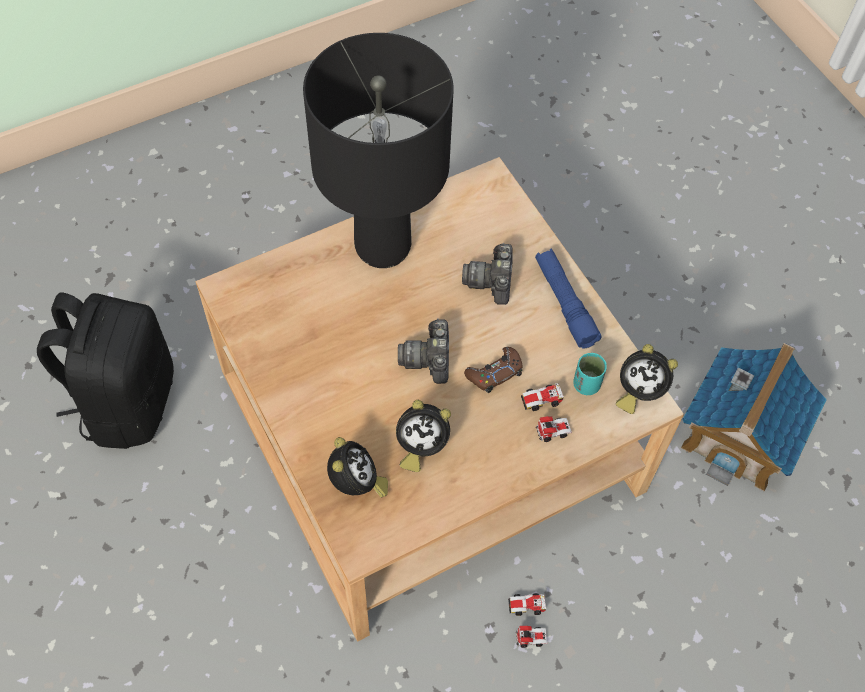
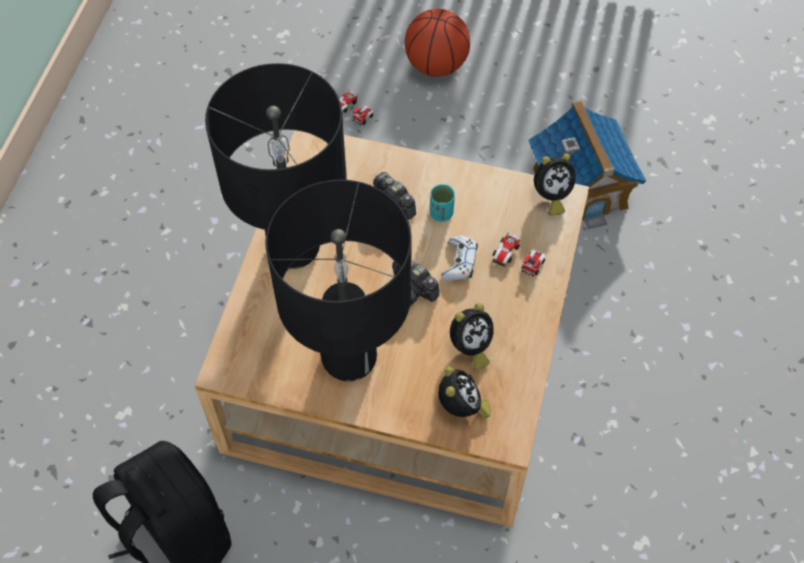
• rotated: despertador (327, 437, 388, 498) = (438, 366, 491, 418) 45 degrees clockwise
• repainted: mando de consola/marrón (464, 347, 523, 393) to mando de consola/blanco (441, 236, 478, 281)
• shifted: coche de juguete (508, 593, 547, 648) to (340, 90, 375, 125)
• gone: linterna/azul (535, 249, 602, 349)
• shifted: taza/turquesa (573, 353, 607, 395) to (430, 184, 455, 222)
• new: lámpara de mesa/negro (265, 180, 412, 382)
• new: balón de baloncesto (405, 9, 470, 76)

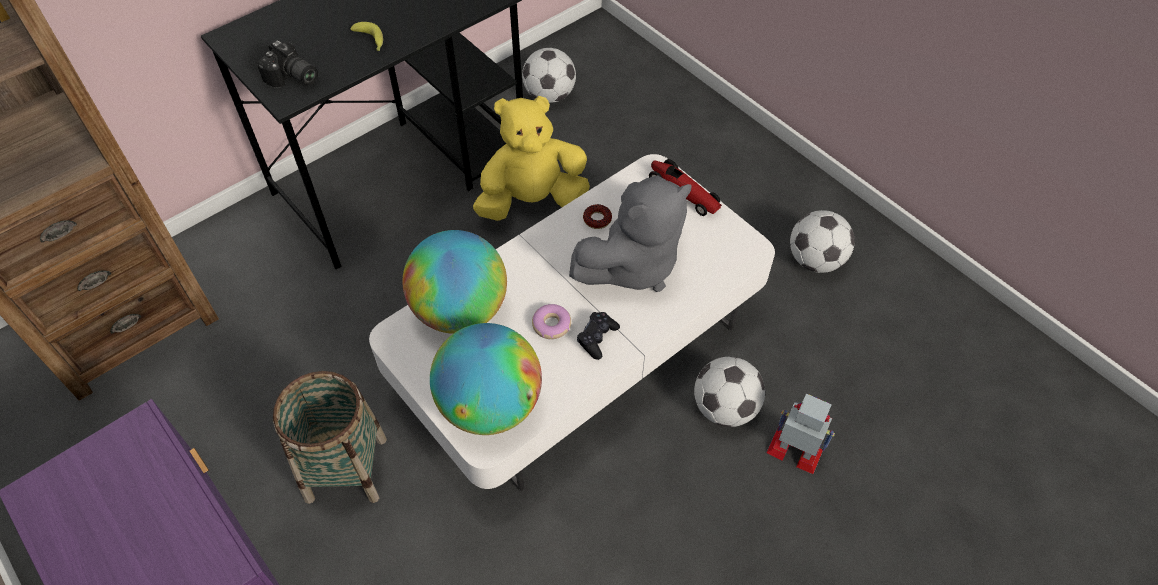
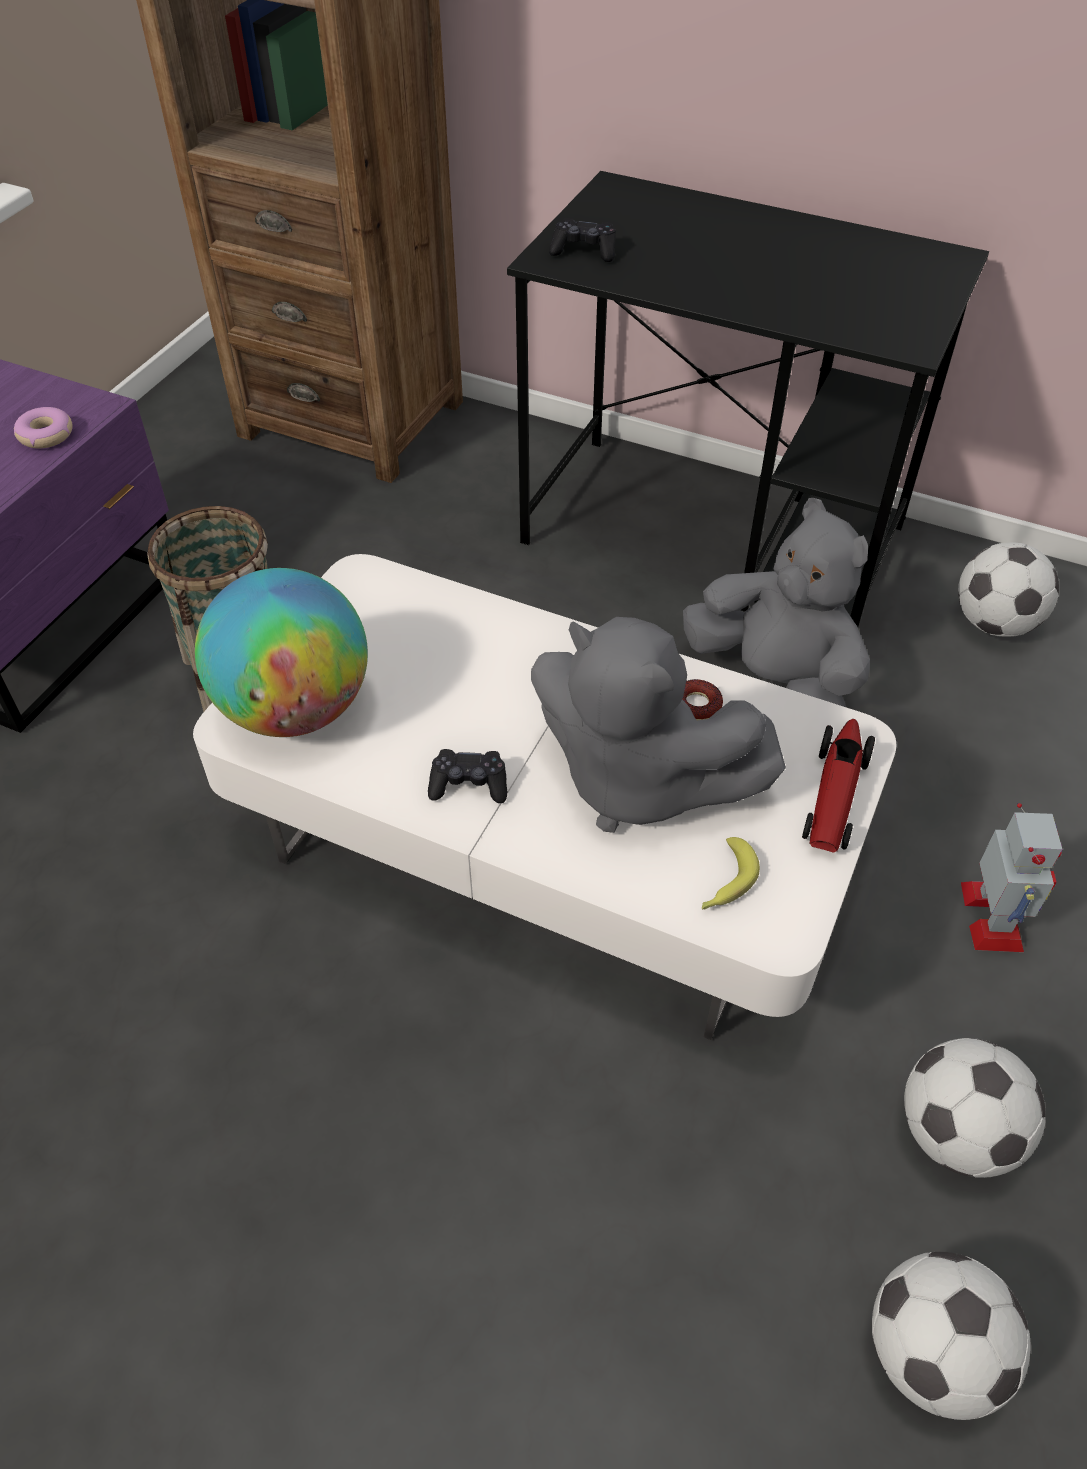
• swapped: cámara (257, 40, 318, 87) to mando de consola/negro (549, 218, 616, 262)
• shifted: plátano (350, 22, 383, 51) to (702, 837, 760, 910)
• gone: globo terráqueo (402, 230, 507, 334)
• repainted: peluche/amarillo (473, 96, 590, 221) to peluche/gris (683, 498, 870, 707)
• shifted: rosquilla (532, 304, 571, 339) to (14, 407, 72, 449)
• shifted: balón de fútbol (694, 357, 765, 427) to (872, 1252, 1030, 1420)
• shifted: robot de juguete (766, 393, 835, 474) to (961, 803, 1062, 952)

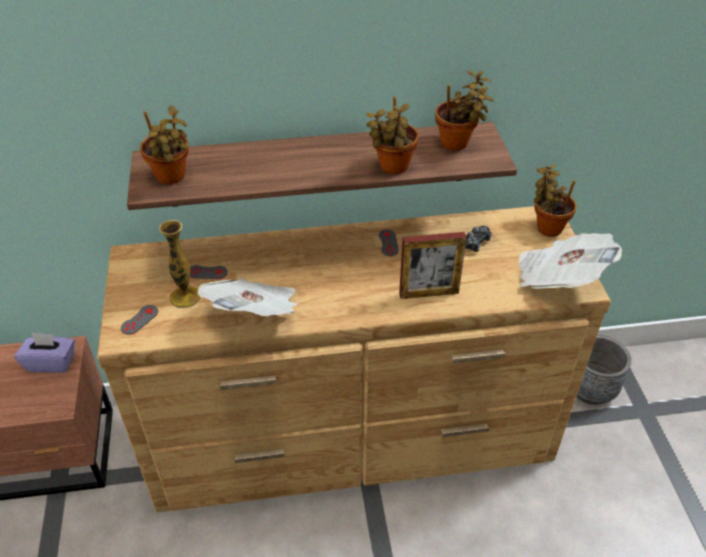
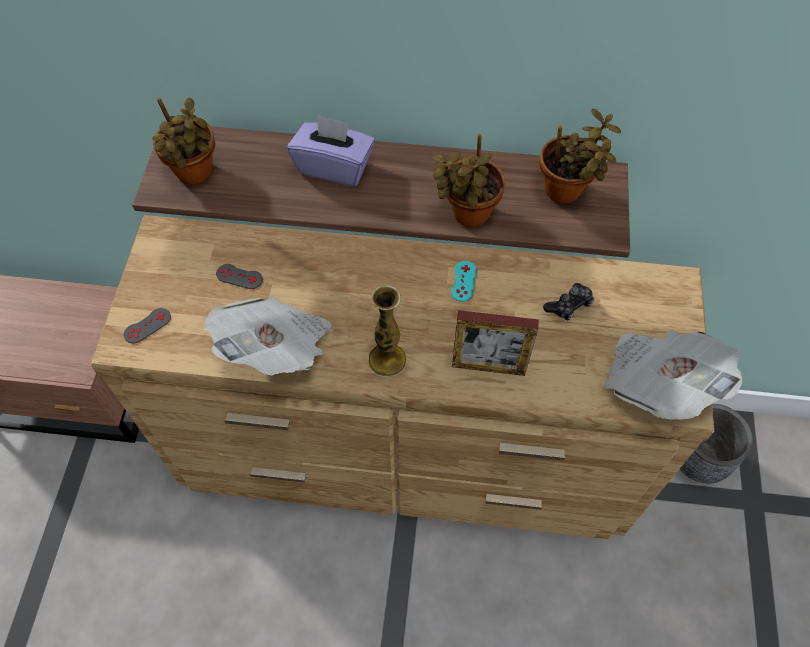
• shifted: caja de pañuelos/morado (14, 333, 75, 373) to (287, 115, 375, 186)
• shifted: florero (159, 220, 201, 309) to (369, 286, 406, 377)
• repainted: mando de consola/gris (379, 229, 399, 256) to mando de consola/turquesa (451, 261, 476, 302)
• gone: planta en maceta (534, 165, 577, 237)

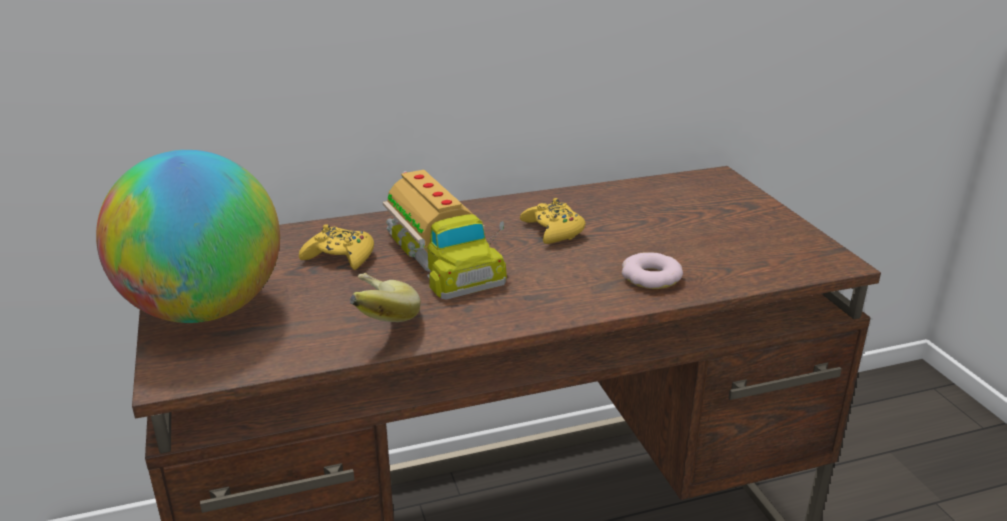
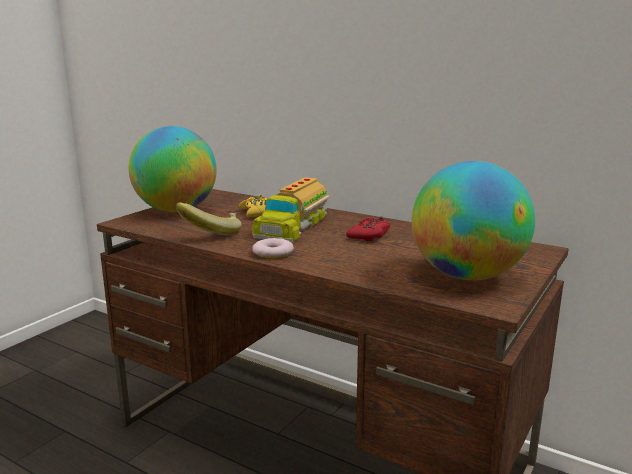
• repainted: mando de consola/amarillo (520, 198, 586, 244) to mando de consola/rojo (346, 216, 390, 241)
• shifted: rosquilla (622, 252, 683, 289) to (252, 238, 294, 258)
• new: globo terráqueo (412, 161, 535, 280)

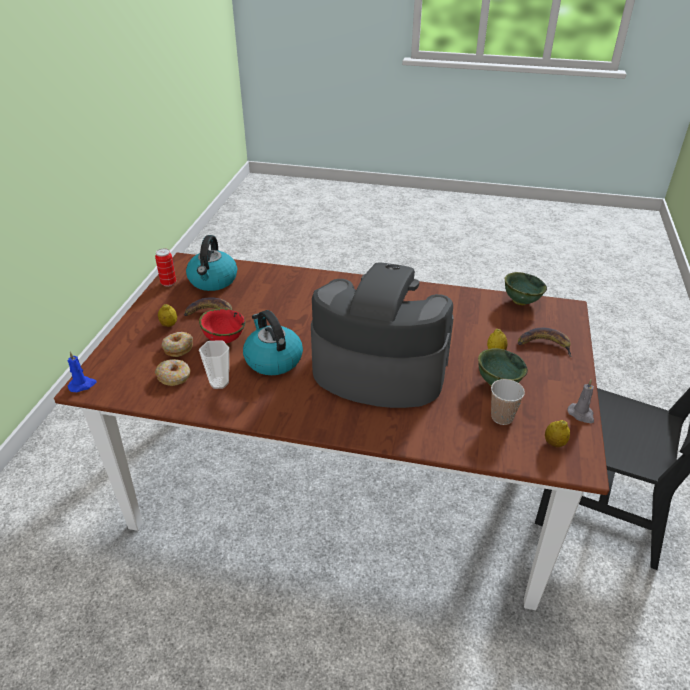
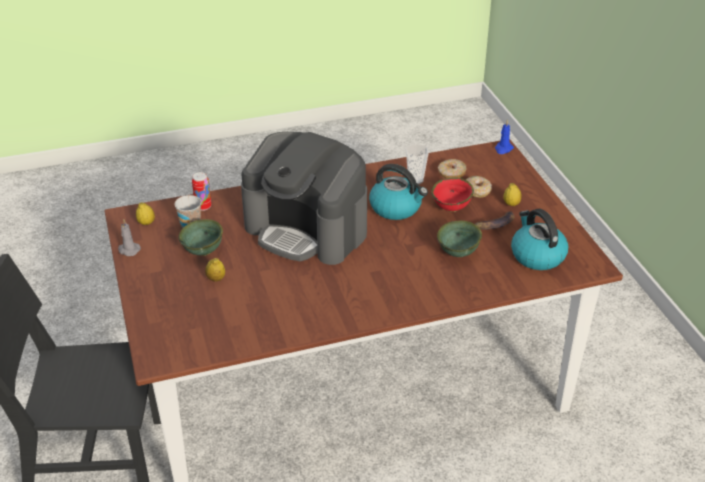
• shifted: lata (155, 248, 176, 286) to (192, 172, 211, 211)
• rotated: cafetera (311, 262, 453, 408) = (241, 132, 367, 265) 45 degrees clockwise
• shifted: cuenco/verde (505, 272, 547, 305) to (437, 221, 482, 257)
• gone: plátano (518, 328, 572, 357)

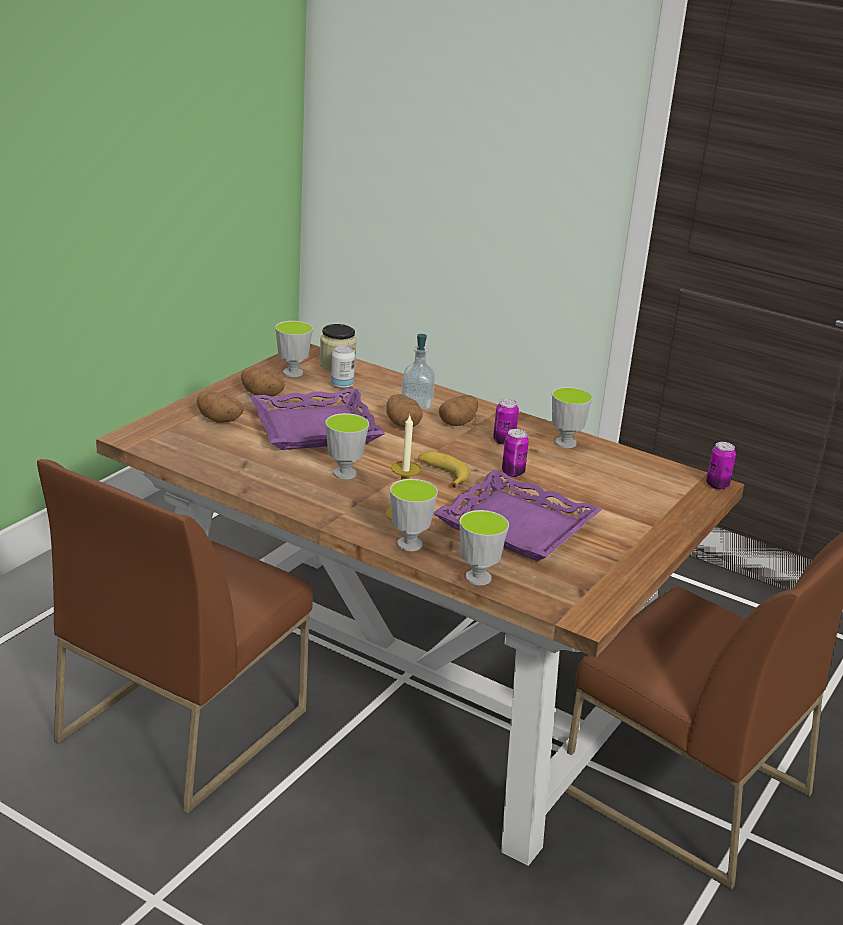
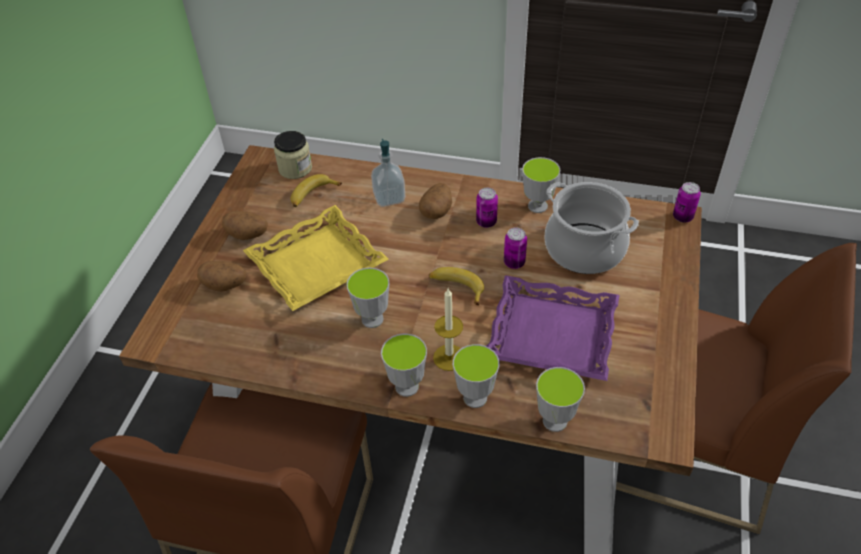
• repainted: bandeja/morado (250, 389, 385, 450) to bandeja/amarillo (243, 205, 389, 311)
• shifted: taza (275, 321, 313, 377) to (381, 333, 427, 397)
• swapped: lata (331, 346, 355, 389) to plátano (291, 174, 342, 207)
• gone: patata (386, 394, 423, 428)
• new: olla (545, 182, 639, 274)

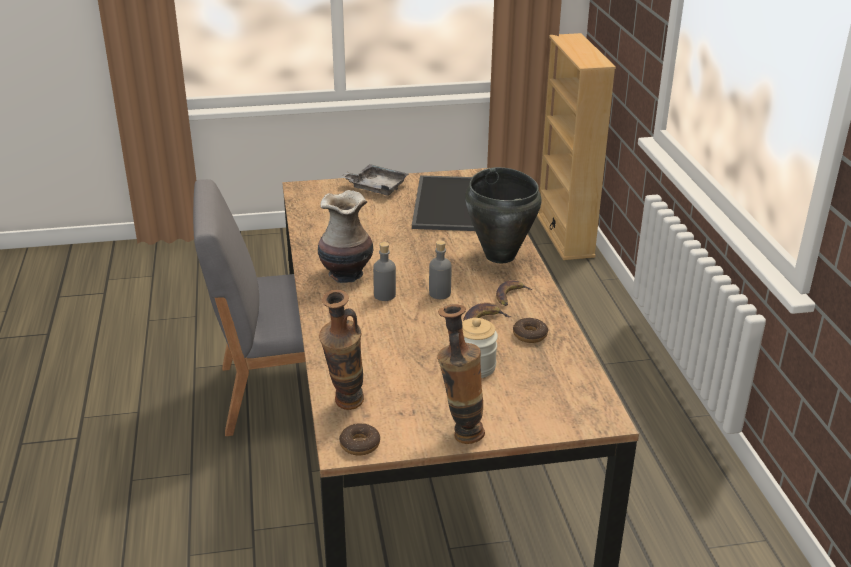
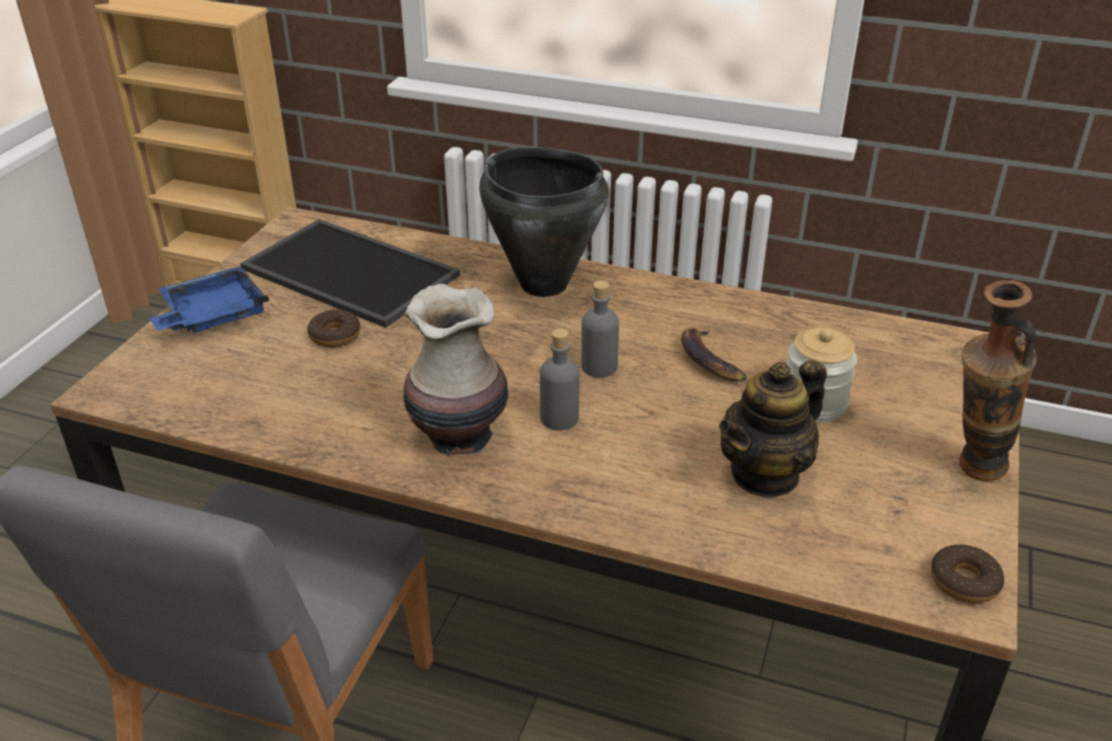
• gone: florero (319, 290, 364, 410)
• repainted: bandeja/gris (340, 164, 409, 196) to bandeja/azul (150, 266, 269, 333)
• gone: plátano (496, 280, 532, 306)
• shifted: rosquilla (513, 318, 548, 343) to (307, 310, 360, 347)
• new: tetera (719, 360, 827, 499)

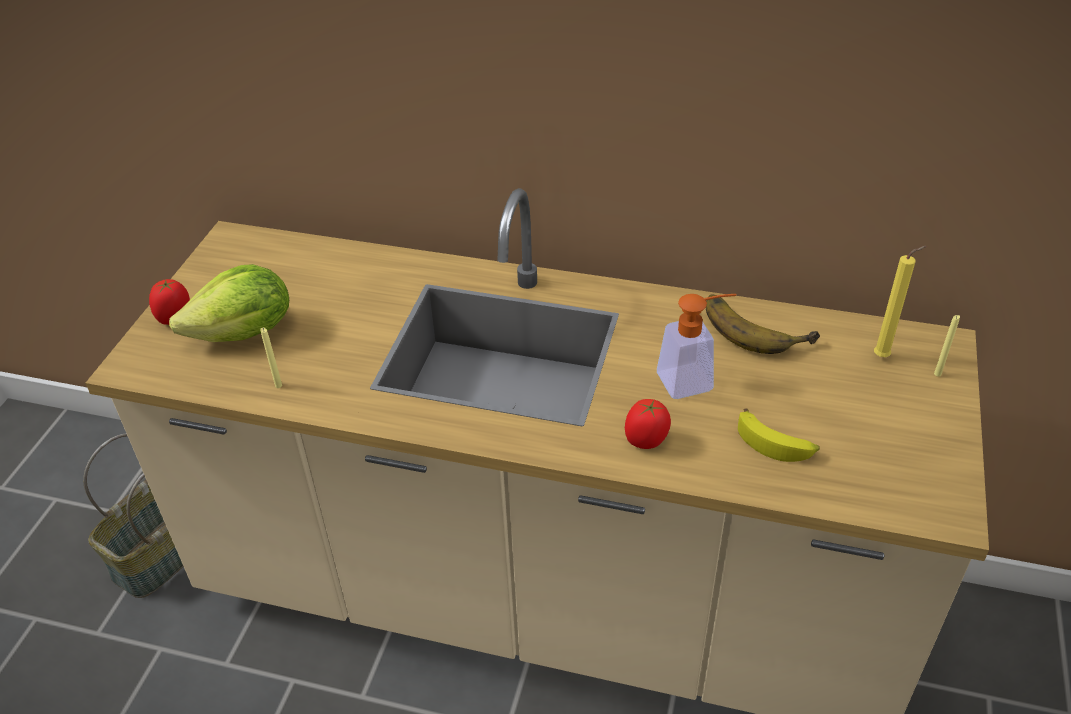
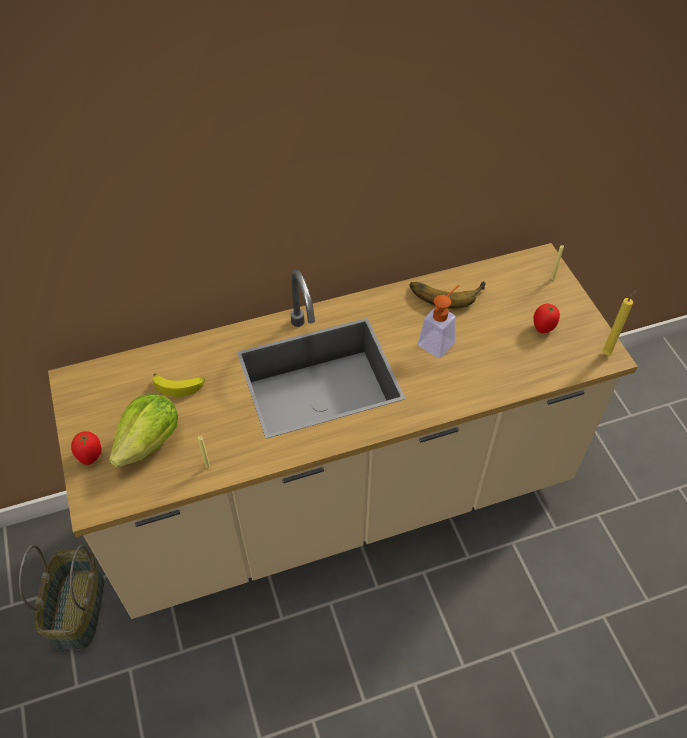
• shifted: tomate (625, 399, 671, 449) to (533, 304, 560, 333)
• shifted: plátano (738, 408, 820, 462) to (152, 374, 205, 397)
• shifted: vela/amarillo (874, 246, 926, 357) to (602, 290, 637, 355)

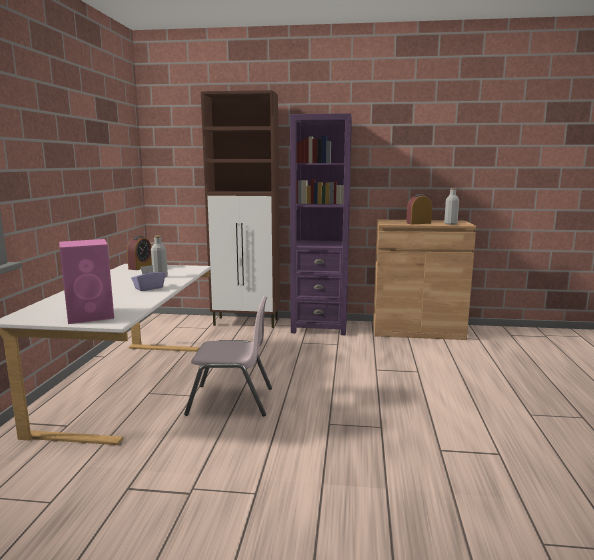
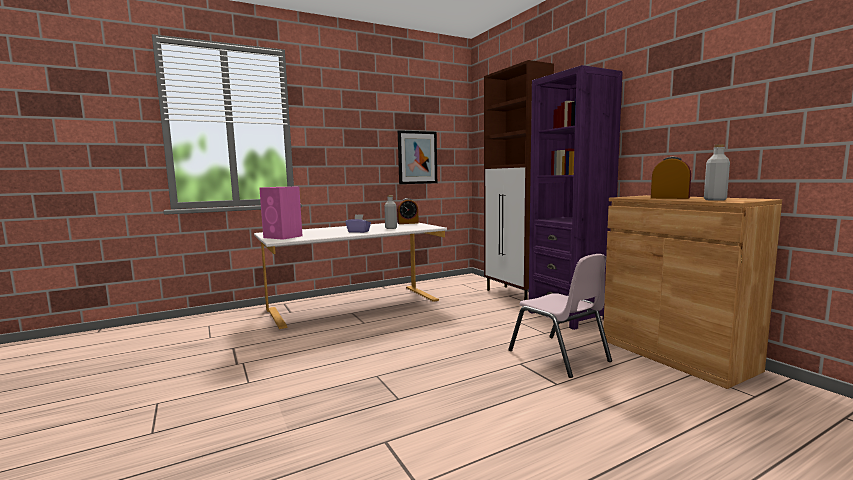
• shifted: silla/rosa (184, 296, 272, 417) to (508, 254, 612, 378)
• new: cuadro (398, 130, 437, 184)

